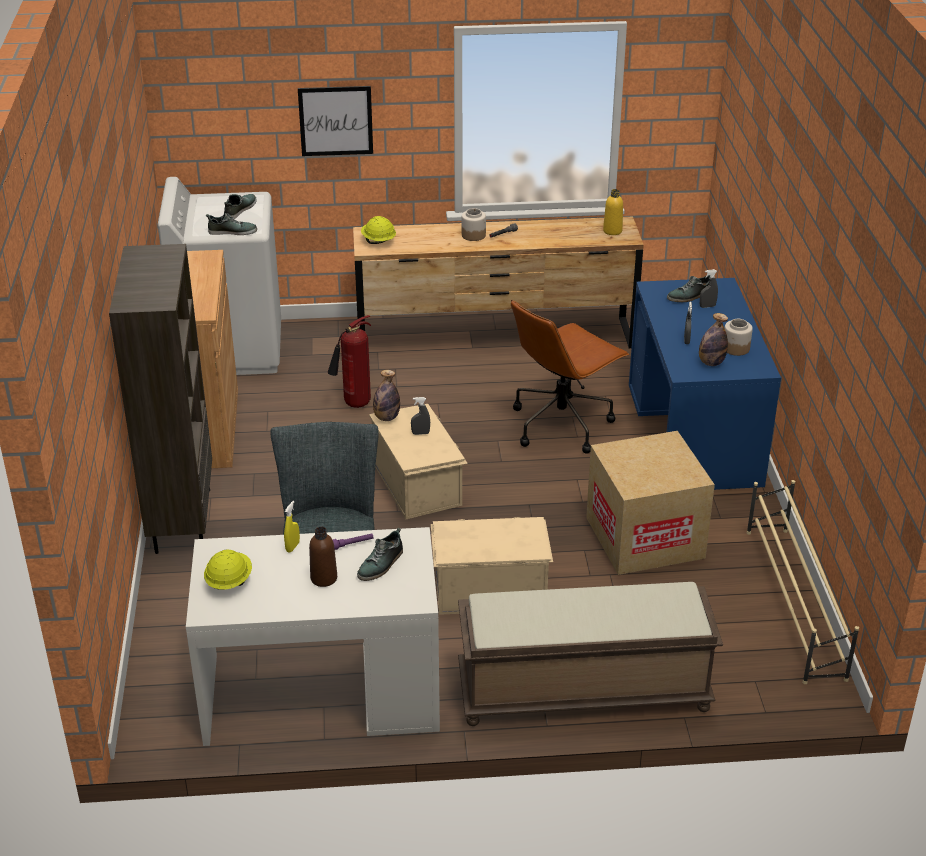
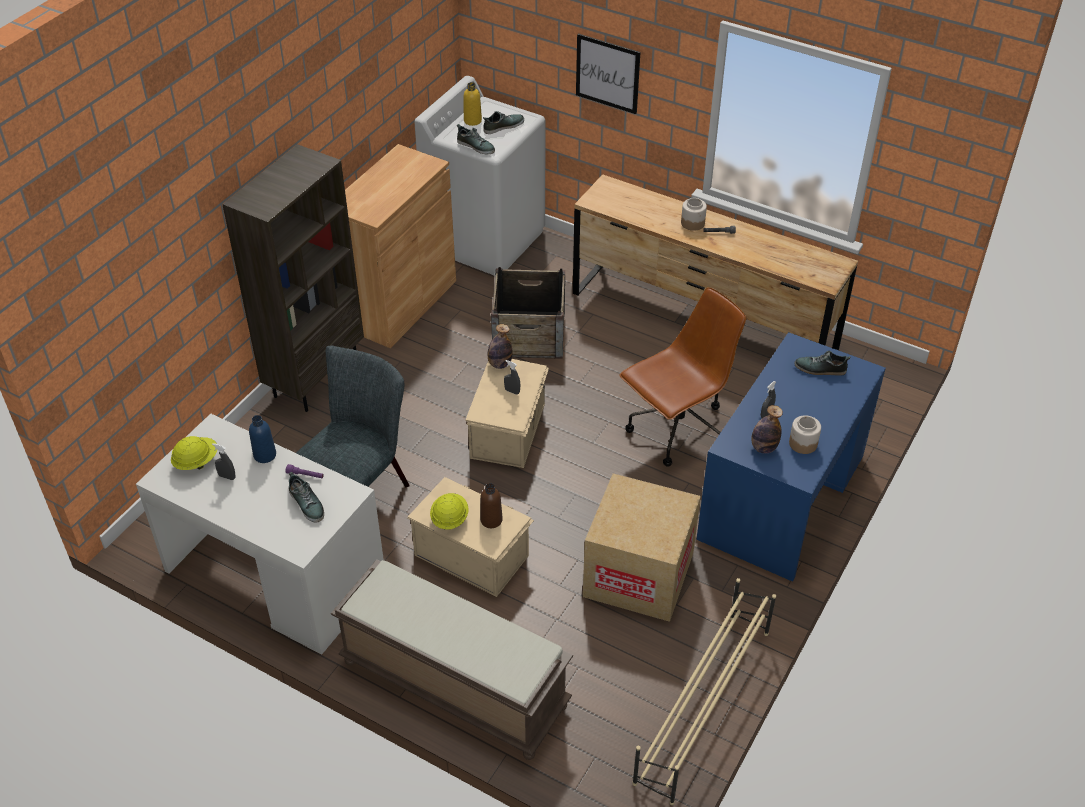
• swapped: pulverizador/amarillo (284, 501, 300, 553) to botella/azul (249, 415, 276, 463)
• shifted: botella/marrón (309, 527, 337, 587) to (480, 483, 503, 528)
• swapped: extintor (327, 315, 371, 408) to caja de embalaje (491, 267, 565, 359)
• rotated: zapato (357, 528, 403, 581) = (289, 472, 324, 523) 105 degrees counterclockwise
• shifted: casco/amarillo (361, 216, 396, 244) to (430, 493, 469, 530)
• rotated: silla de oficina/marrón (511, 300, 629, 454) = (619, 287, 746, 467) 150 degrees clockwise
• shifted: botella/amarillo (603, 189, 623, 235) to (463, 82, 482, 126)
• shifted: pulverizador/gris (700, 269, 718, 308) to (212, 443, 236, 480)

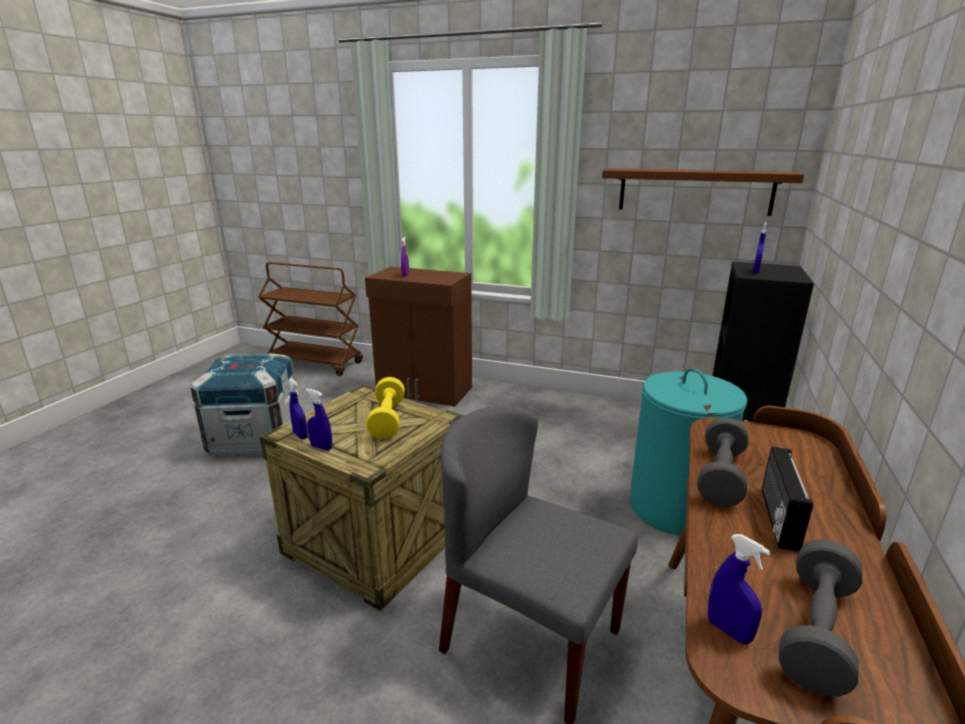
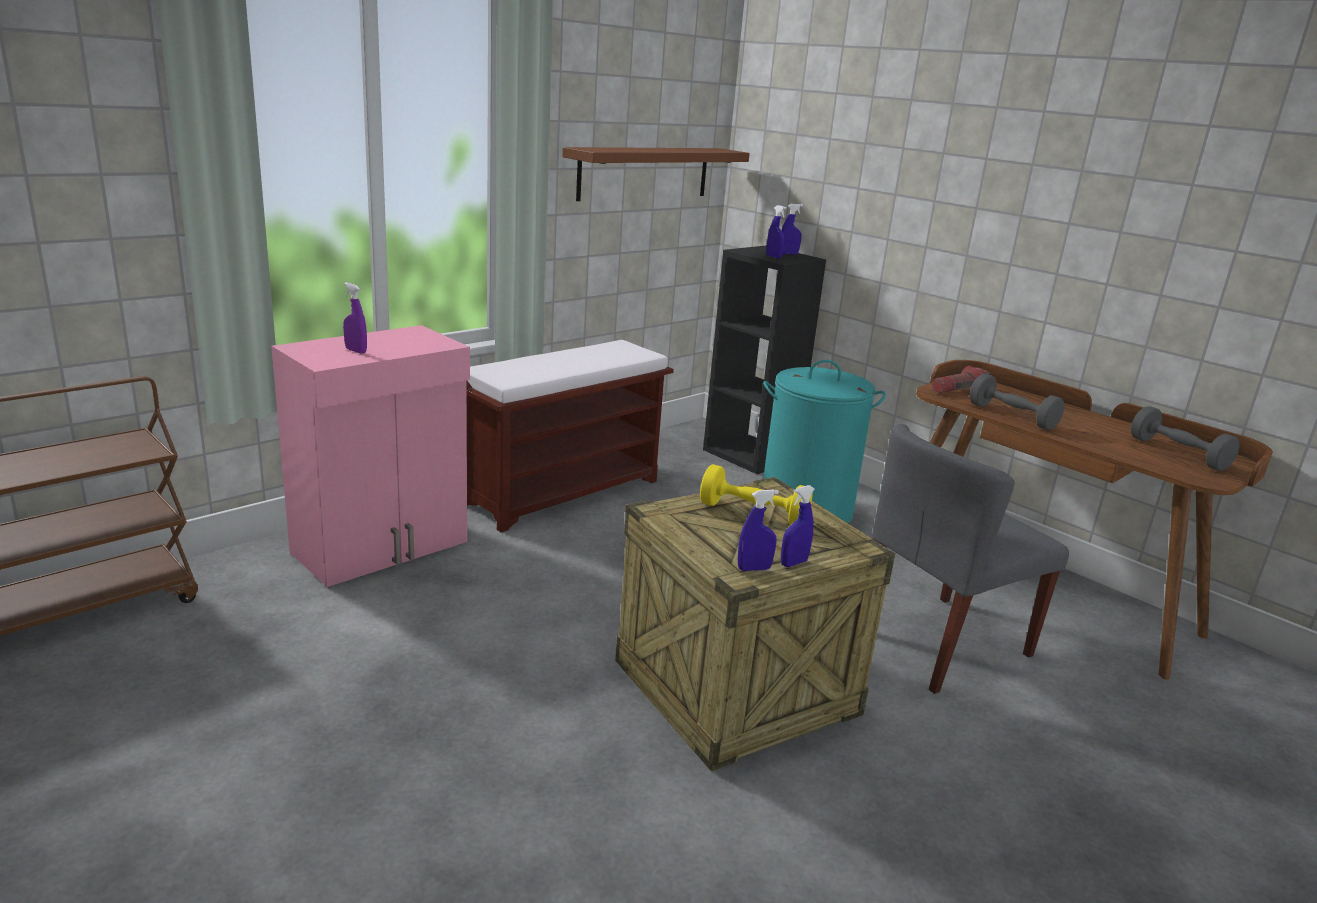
• gone: caja de embalaje (190, 353, 295, 458)
• repainted: armario/marrón (365, 267, 472, 407) to armario/rosa (271, 325, 470, 587)
• shifted: pulverizador/azul (708, 534, 770, 644) to (782, 204, 803, 255)
• gone: radio (762, 447, 813, 551)
• new: banco/marrón (467, 340, 674, 532)
• new: linterna (932, 366, 992, 394)

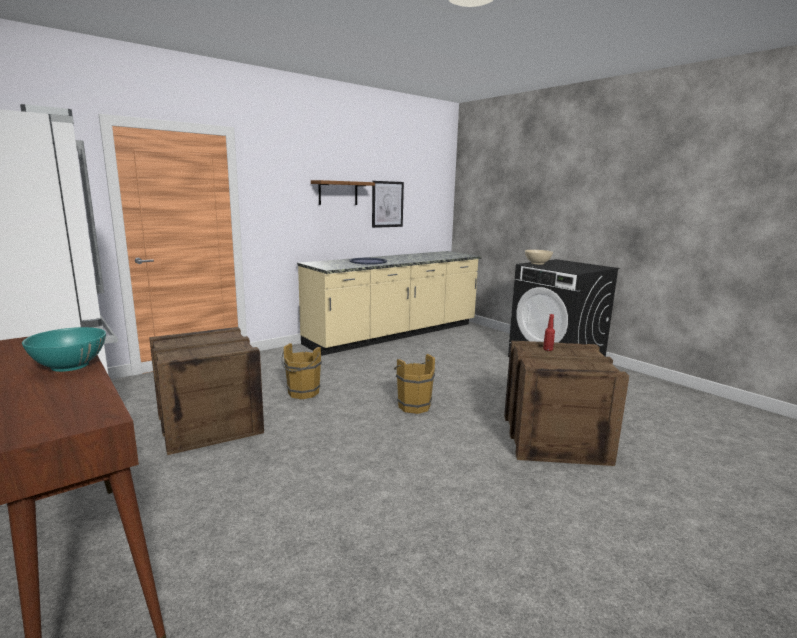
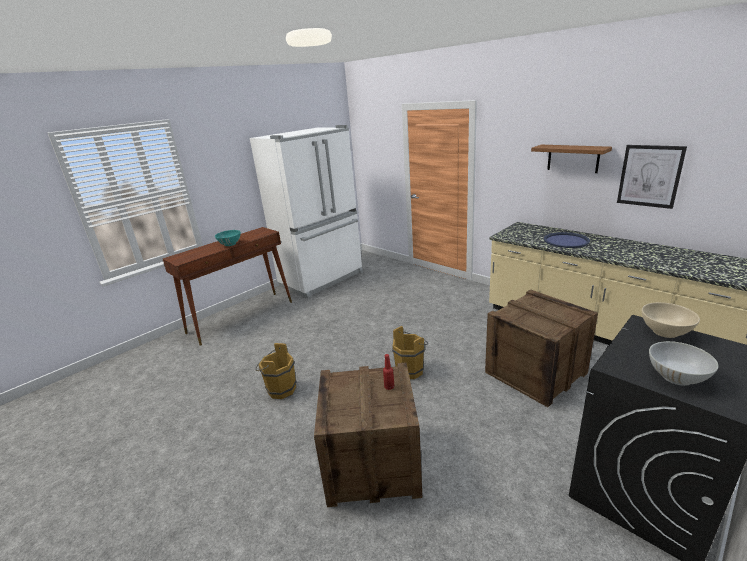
• shifted: caja de embalaje (149, 327, 264, 455) to (485, 289, 598, 407)
• shifted: cubo/marrón (281, 343, 322, 399) to (255, 343, 297, 399)
• new: cuenco/blanco (649, 341, 718, 386)

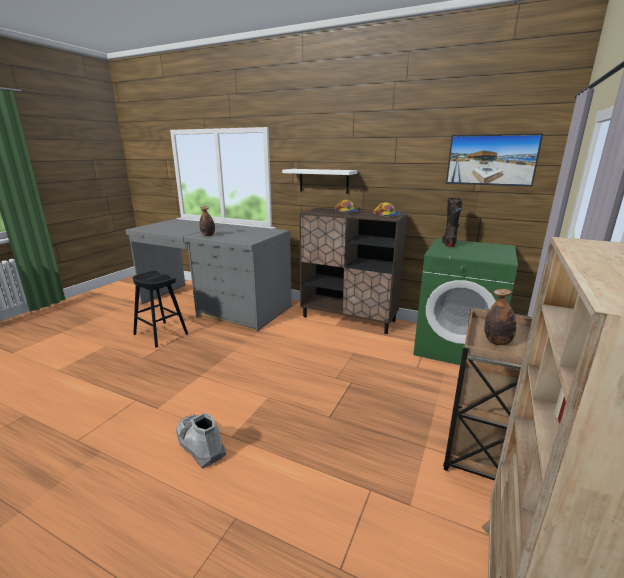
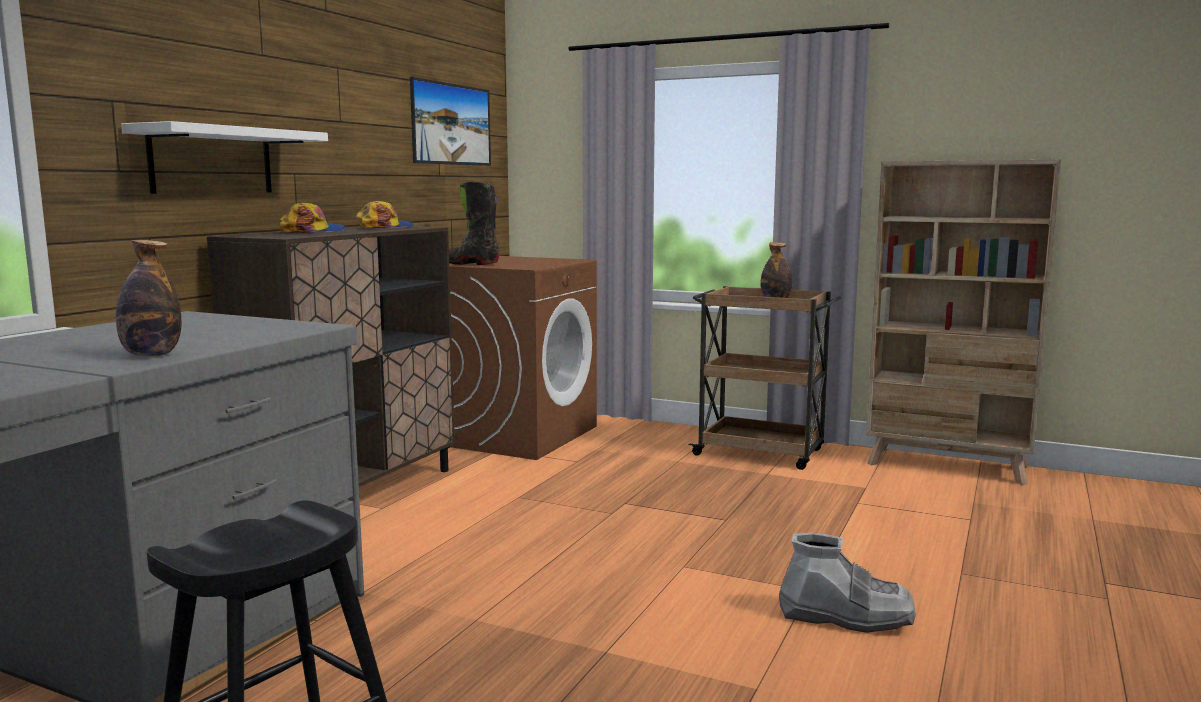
• rotated: bota/gris (176, 413, 226, 469) = (779, 533, 916, 633) 120 degrees counterclockwise
• repainted: lavadora/verde (413, 238, 518, 365) to lavadora/marrón (449, 256, 597, 460)

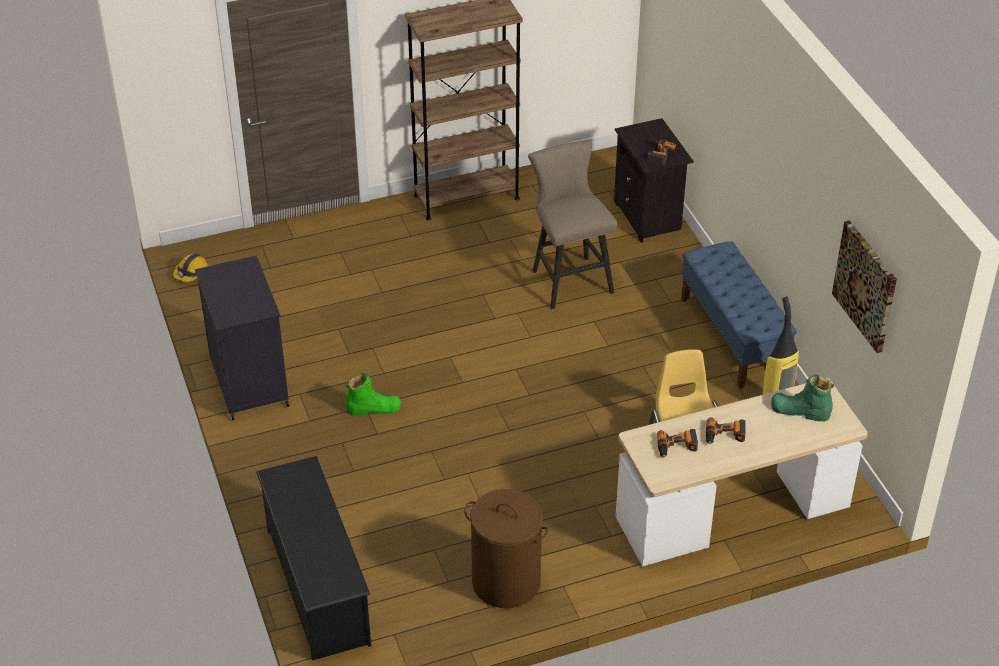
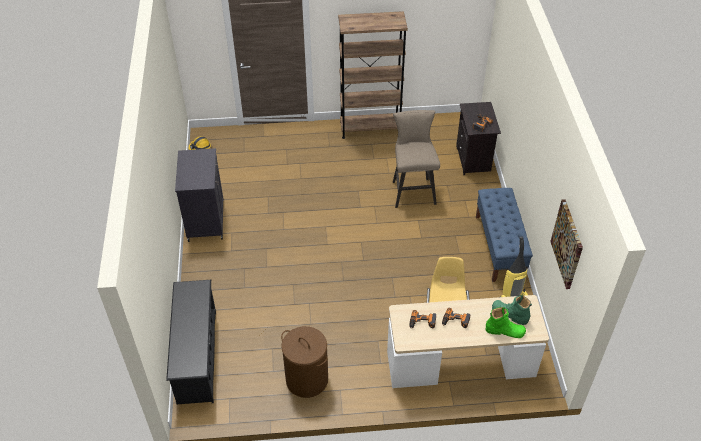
• shifted: bota/verde (345, 373, 401, 416) to (485, 307, 526, 338)

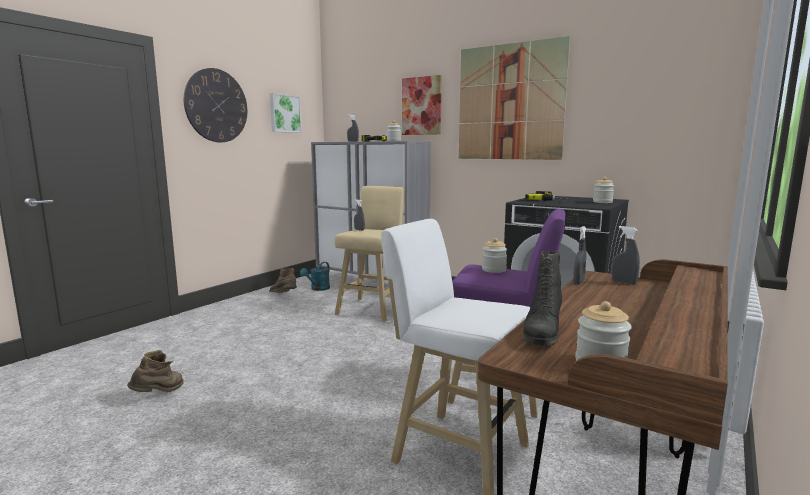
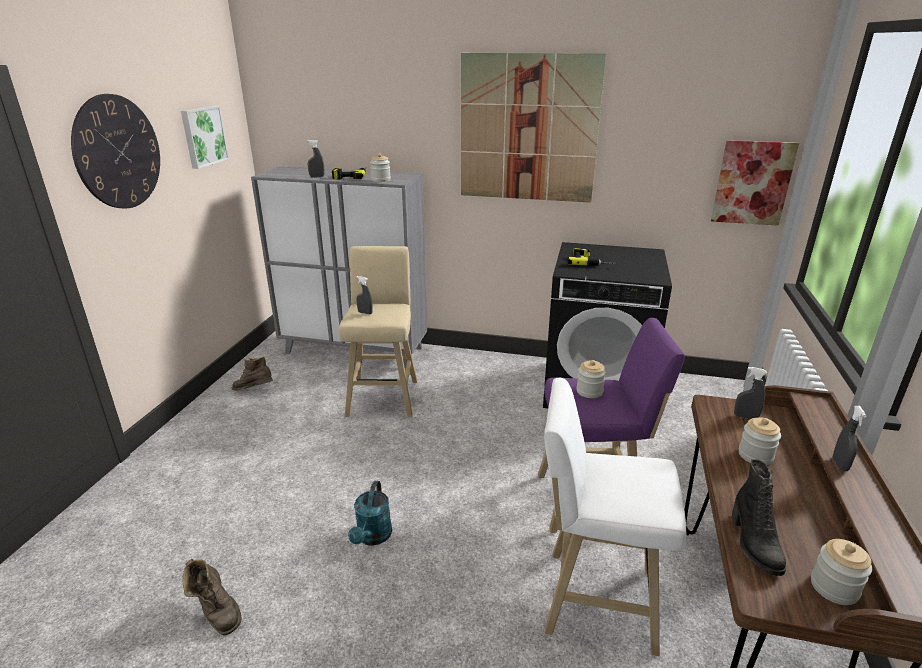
• rotated: bota/marrón (127, 350, 183, 392) = (182, 559, 242, 636) 135 degrees clockwise
• shifted: regadera/turquesa (300, 262, 330, 291) to (348, 481, 392, 546)
• shifted: cuadro (402, 75, 442, 135) to (711, 140, 799, 226)
• shifted: pulverizador/gris (573, 226, 586, 285) to (833, 406, 866, 471)
• shifted: tarro (593, 177, 614, 203) to (739, 417, 781, 465)

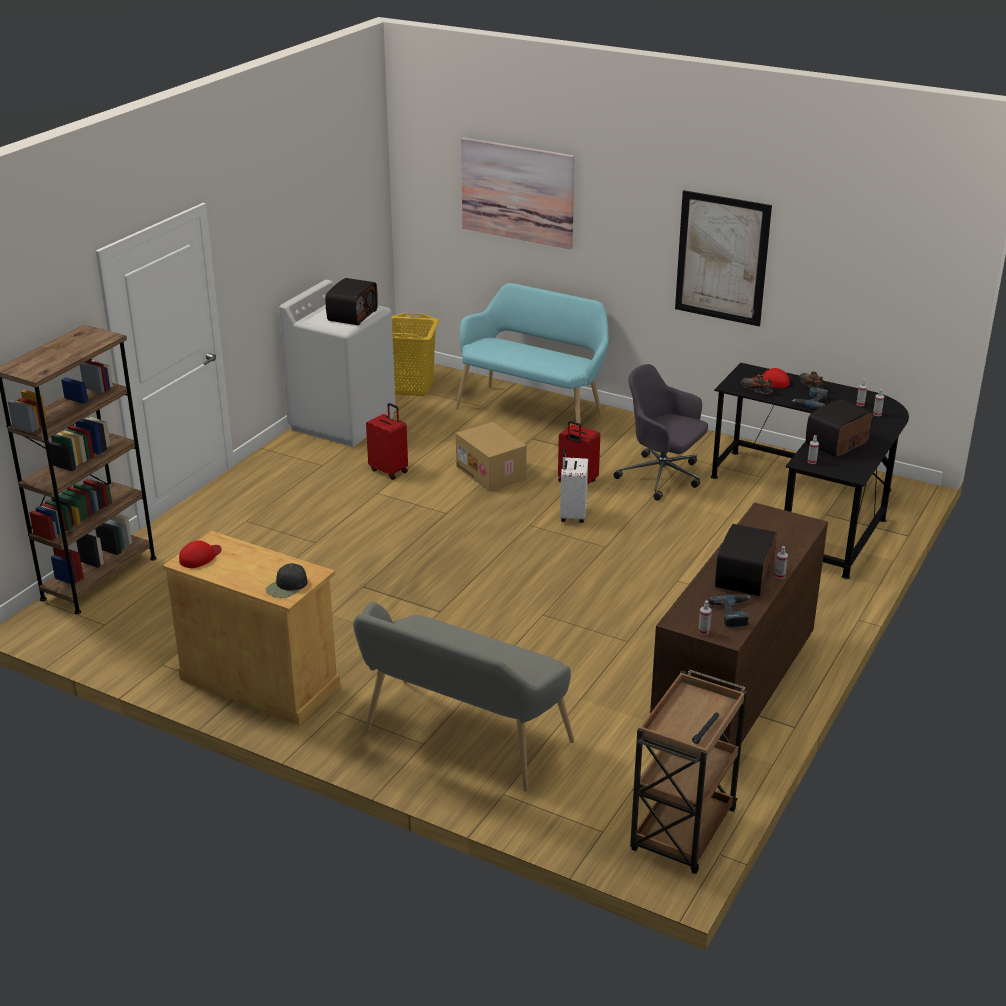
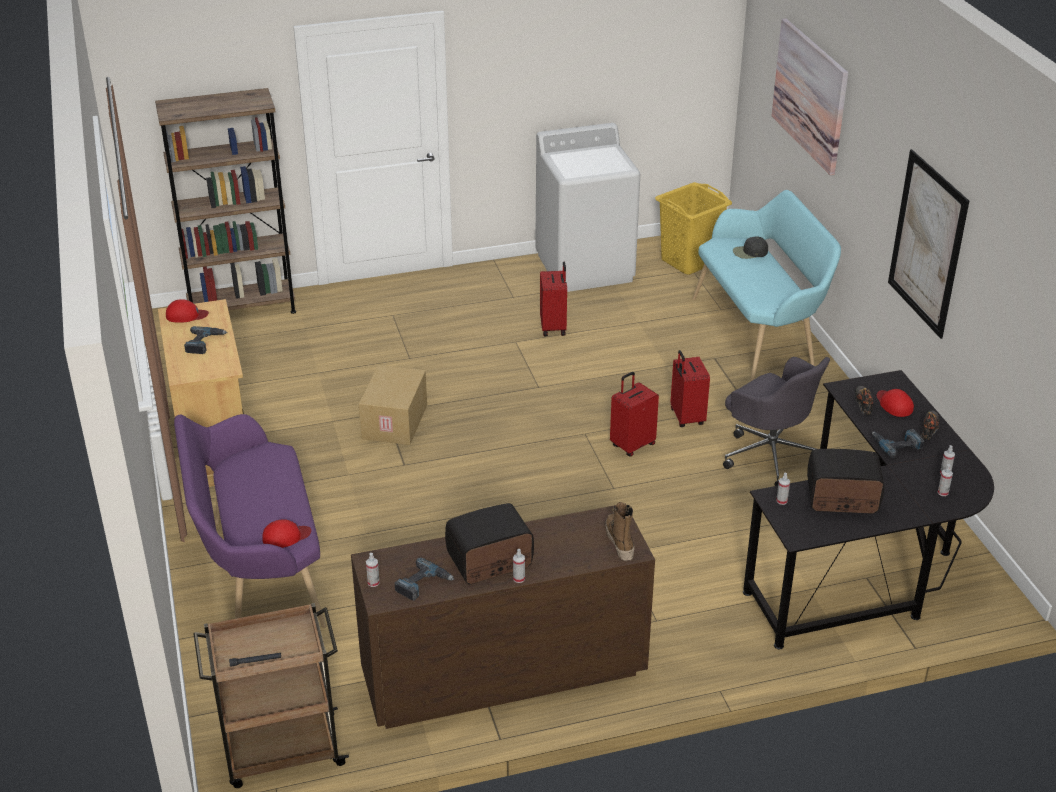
• shifted: gorra/negro (265, 563, 308, 598) to (733, 236, 768, 259)
• gone: radio (325, 278, 378, 325)
• repainted: banco/gris (353, 602, 574, 791) to banco/morado (174, 414, 326, 628)
• shifted: caja de cartón (456, 422, 527, 492) to (359, 365, 427, 445)
• repainted: maleta/blanco (560, 447, 588, 523) to maleta/rojo (610, 372, 659, 456)
• rotated: silla de oficina/gris (614, 364, 708, 501) = (723, 357, 830, 486) 150 degrees clockwise
• new: taladro (184, 326, 227, 354)
• new: gorra/rojo (262, 519, 311, 548)
• new: bota (606, 502, 634, 561)

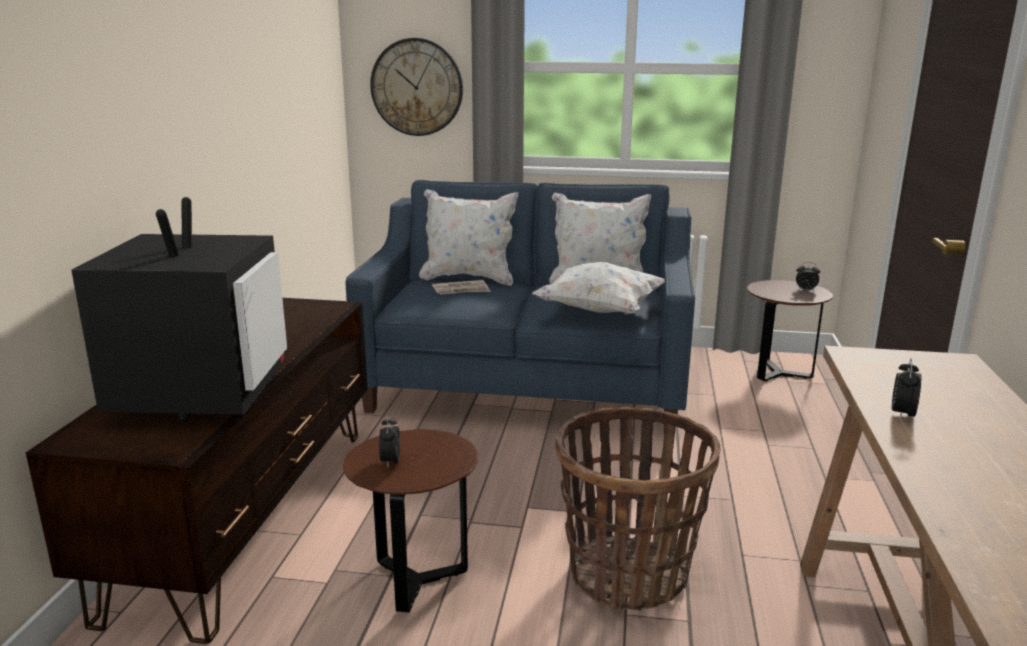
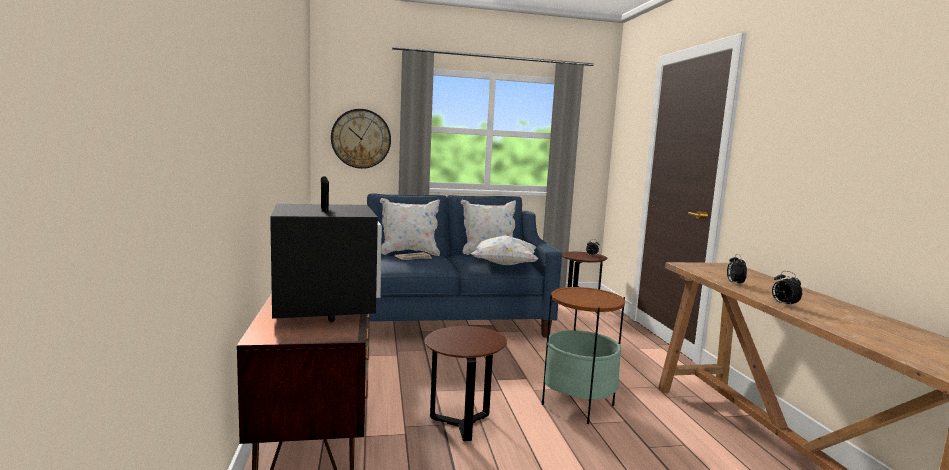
• shifted: despertador (379, 415, 400, 467) to (772, 271, 802, 307)
• swapped: cesta (555, 407, 721, 611) to mesa auxiliar (542, 286, 625, 424)

